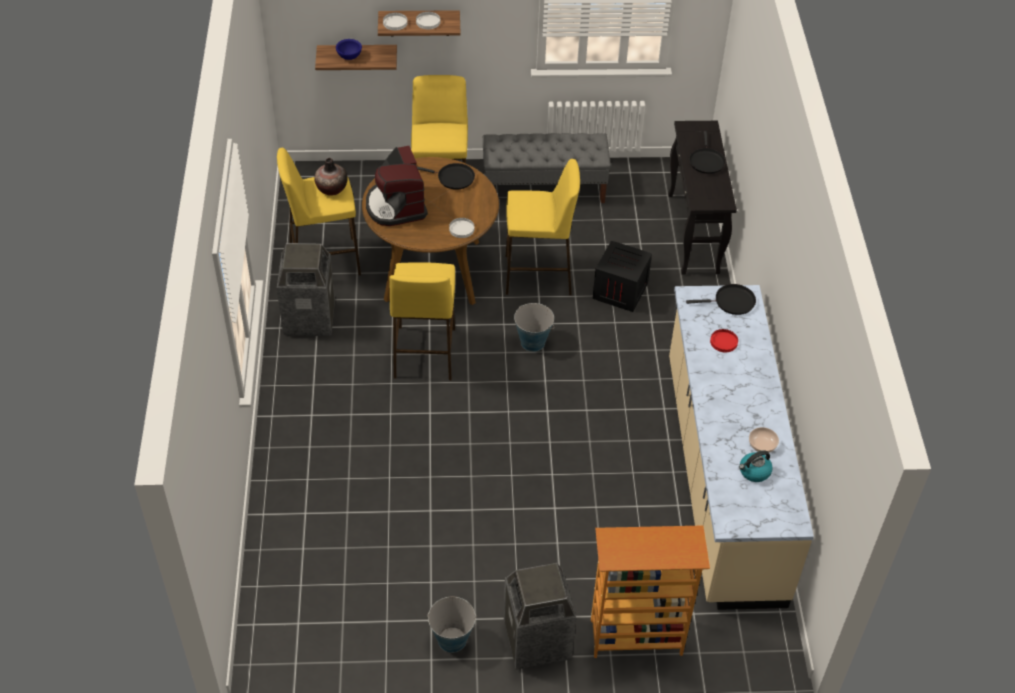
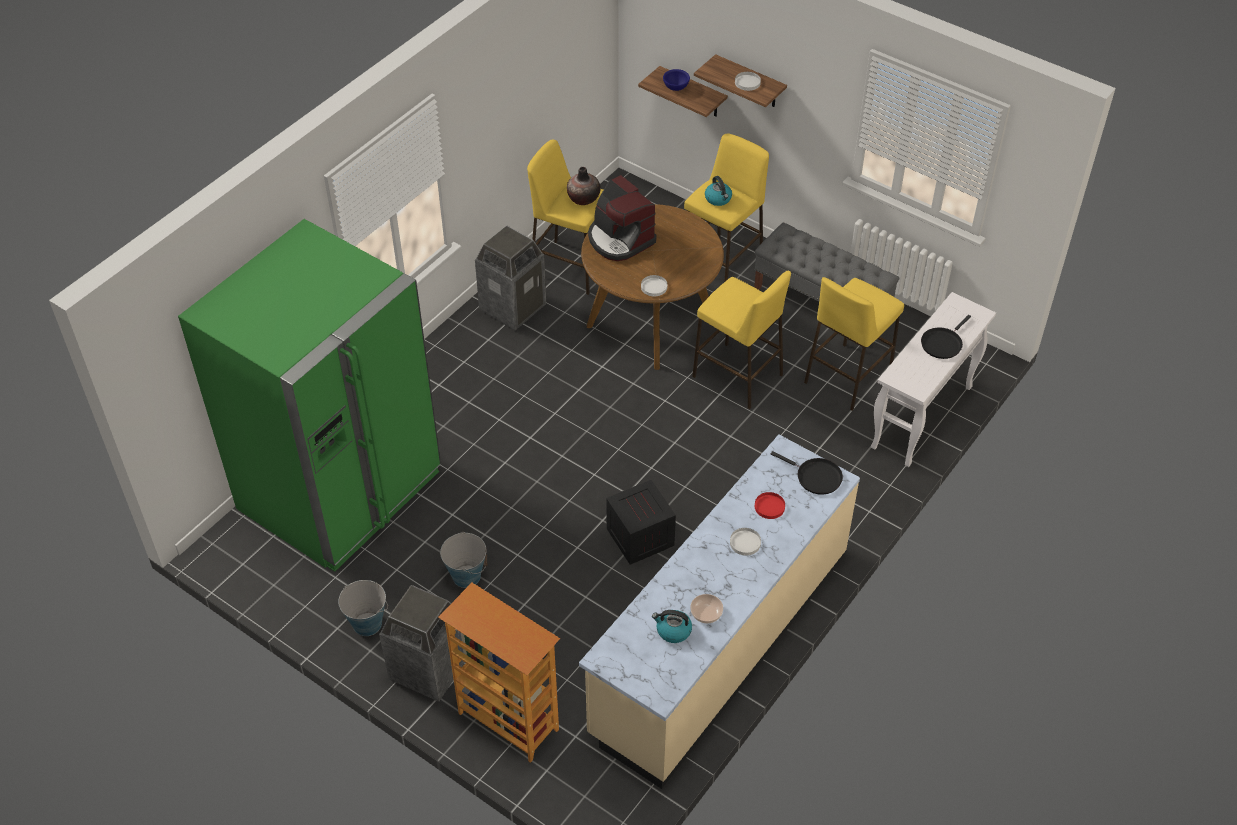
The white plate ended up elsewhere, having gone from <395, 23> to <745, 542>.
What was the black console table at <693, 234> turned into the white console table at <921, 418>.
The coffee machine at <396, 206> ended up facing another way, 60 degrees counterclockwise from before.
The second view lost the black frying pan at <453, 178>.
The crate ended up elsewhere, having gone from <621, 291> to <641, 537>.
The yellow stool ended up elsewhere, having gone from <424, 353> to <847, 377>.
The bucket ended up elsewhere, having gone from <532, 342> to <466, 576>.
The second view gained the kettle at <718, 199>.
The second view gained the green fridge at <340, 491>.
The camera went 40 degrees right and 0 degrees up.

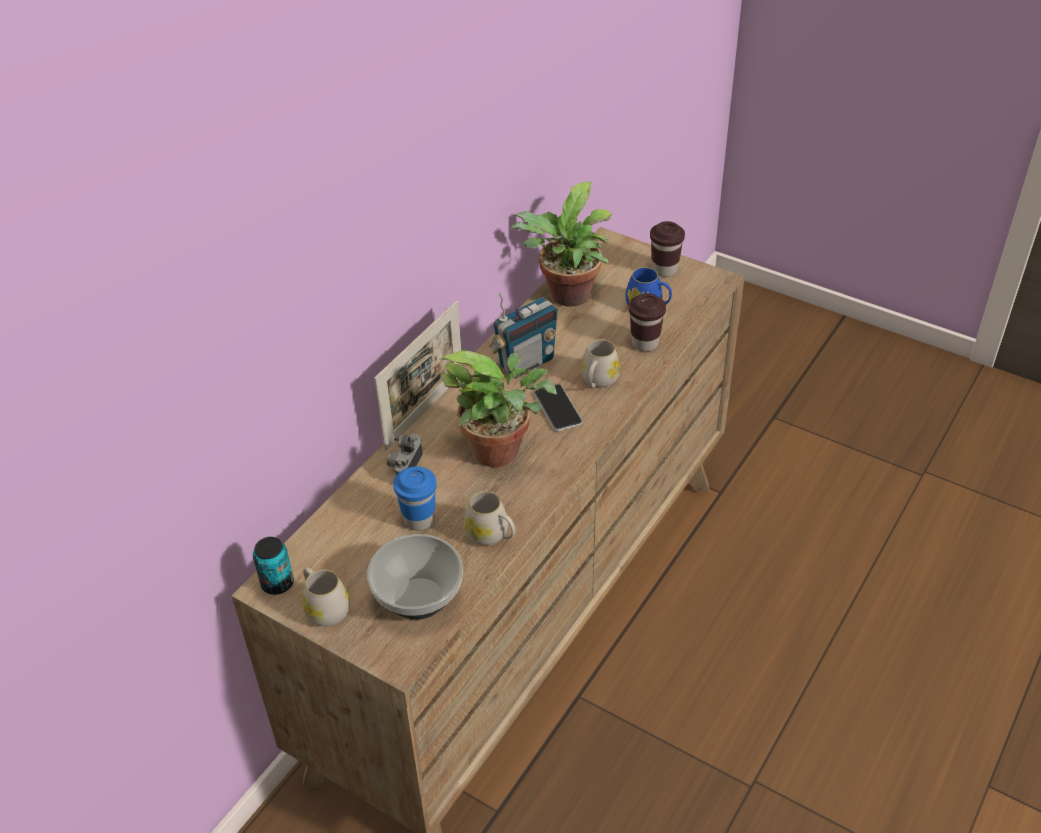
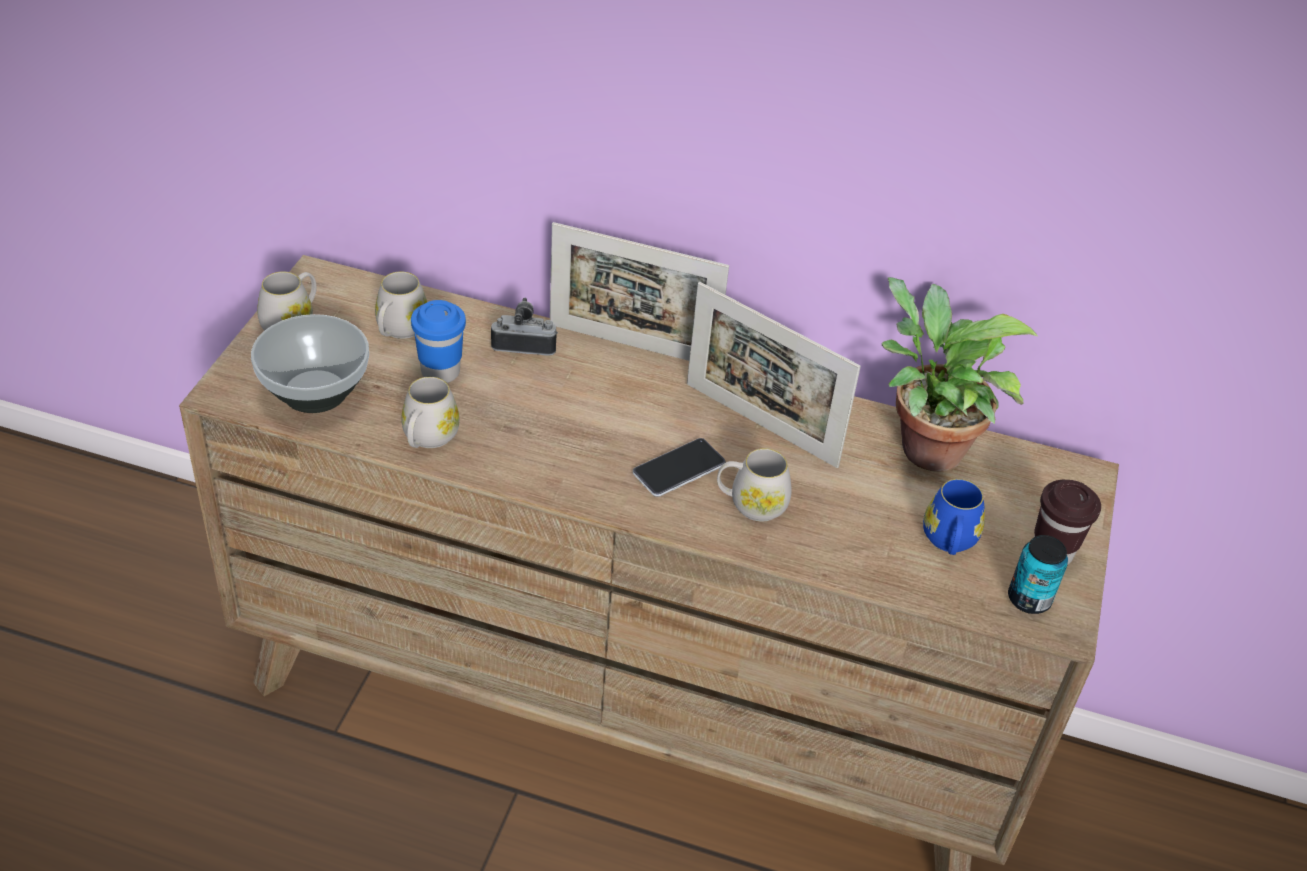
Where the radio stood at <526, 363>, the picture frame came to stand at <760, 424>.
The second view lost the brown cup at <645, 343>.
The second view lost the potted plant at <502, 452>.
The can ended up elsewhere, having gone from <277, 583> to <1029, 599>.
The second view gained the white mug at <399, 330>.
The camera went 70 degrees right and 0 degrees up.

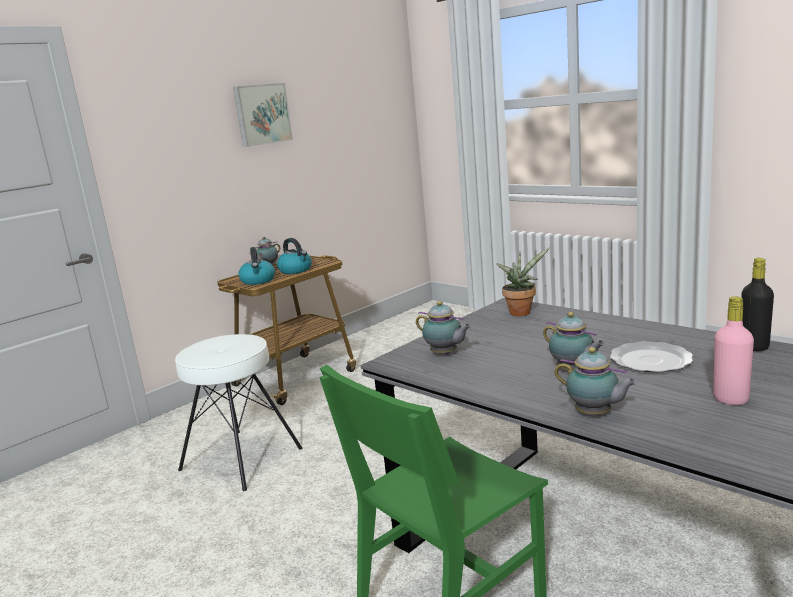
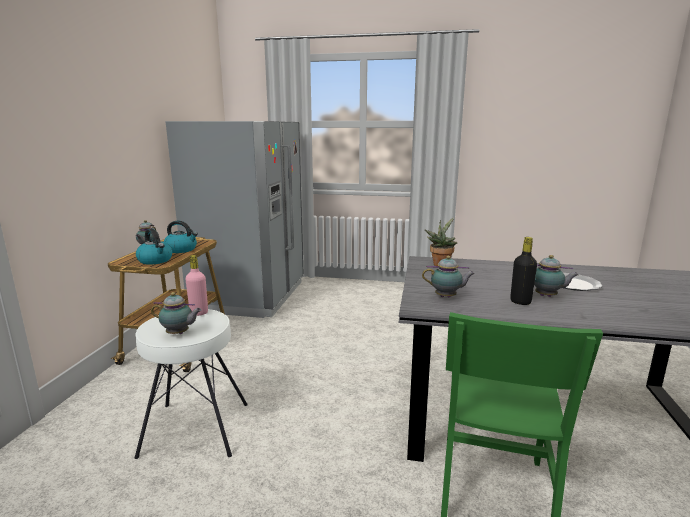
The second view lost the picture at <262, 114>.
The black bottle ended up elsewhere, having gone from <754, 347> to <520, 302>.
The pink bottle ended up elsewhere, having gone from <730, 399> to <199, 313>.
The teapot ended up elsewhere, having gone from <595, 414> to <179, 334>.
The second view gained the grey fridge at <250, 296>.
The camera went 35 degrees left and 0 degrees up.

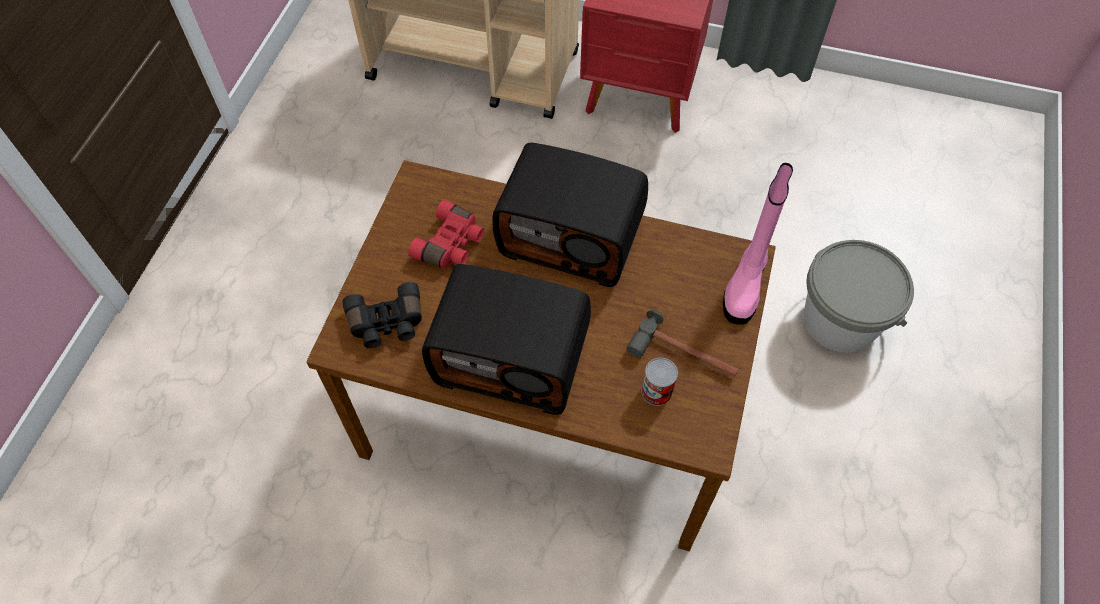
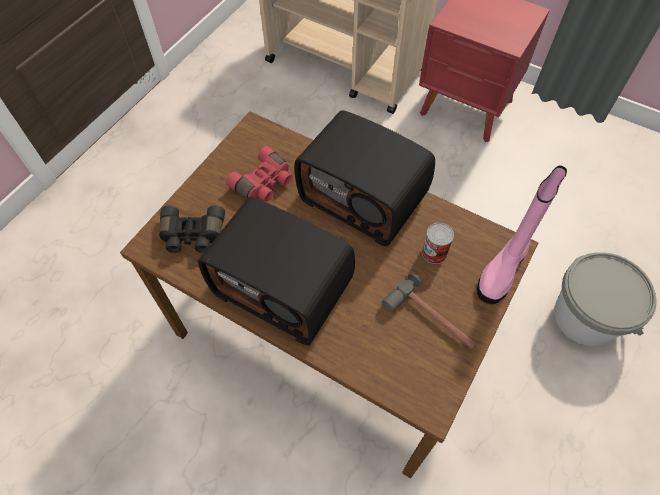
The can ended up elsewhere, having gone from <656, 391> to <434, 252>.
The camera went 15 degrees right and 0 degrees up.

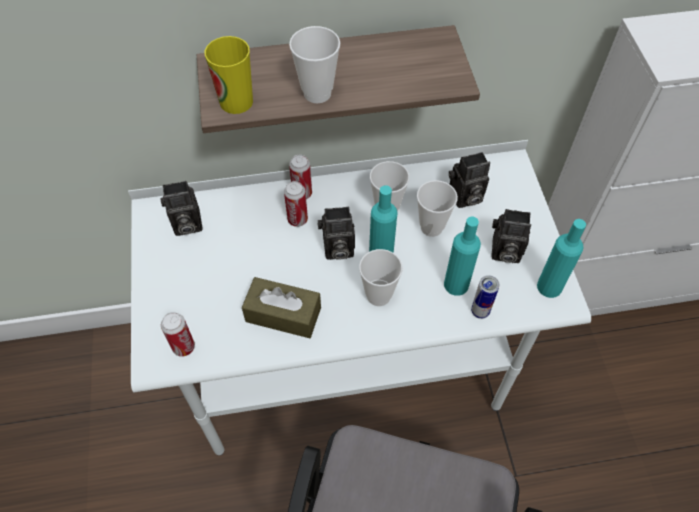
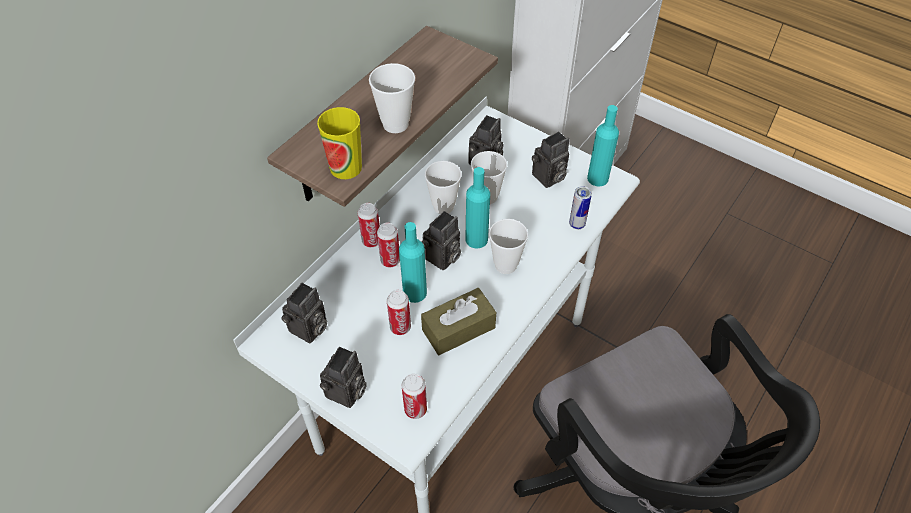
The turquoise bottle ended up elsewhere, having gone from <456, 284> to <414, 292>.
The second view gained the can at <400, 327>.
The second view gained the photo camera at <346, 393>.
The camera went 45 degrees left and 5 degrees down.

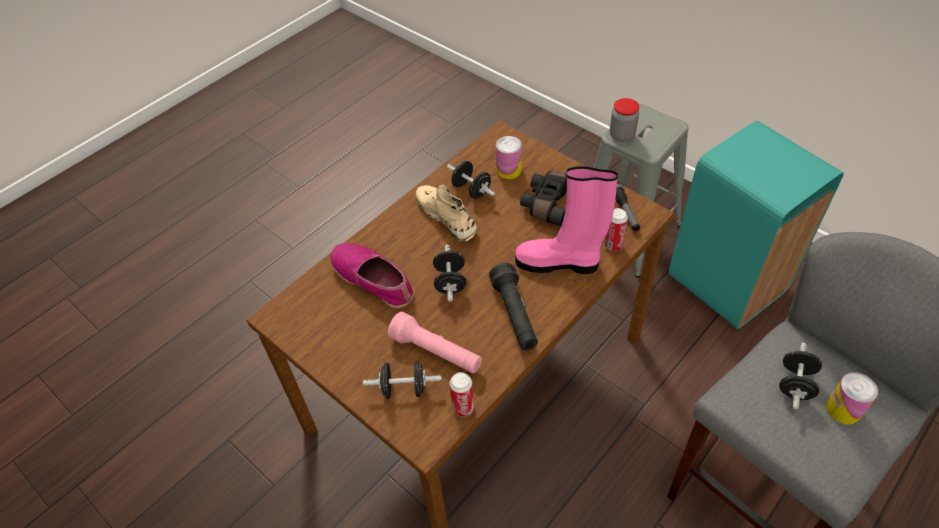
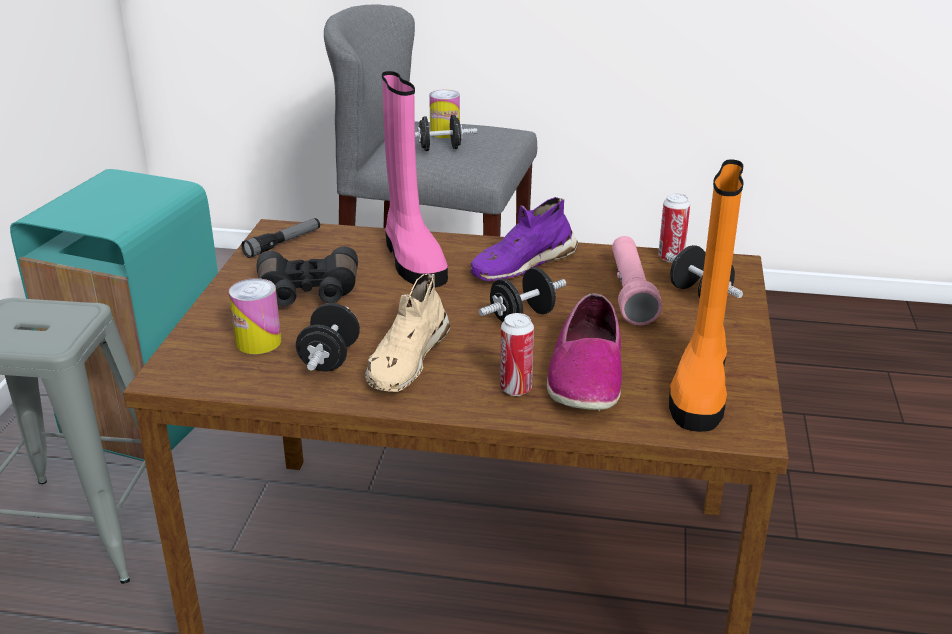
The second view lost the jar at <622, 135>.
The can ended up elsewhere, having gone from <613, 245> to <516, 389>.
Where the black flashlight stood at <515, 315>, the purple shoe came to stand at <521, 264>.
The second view gained the orange boot at <700, 387>.
The camera went 125 degrees left and 20 degrees down.

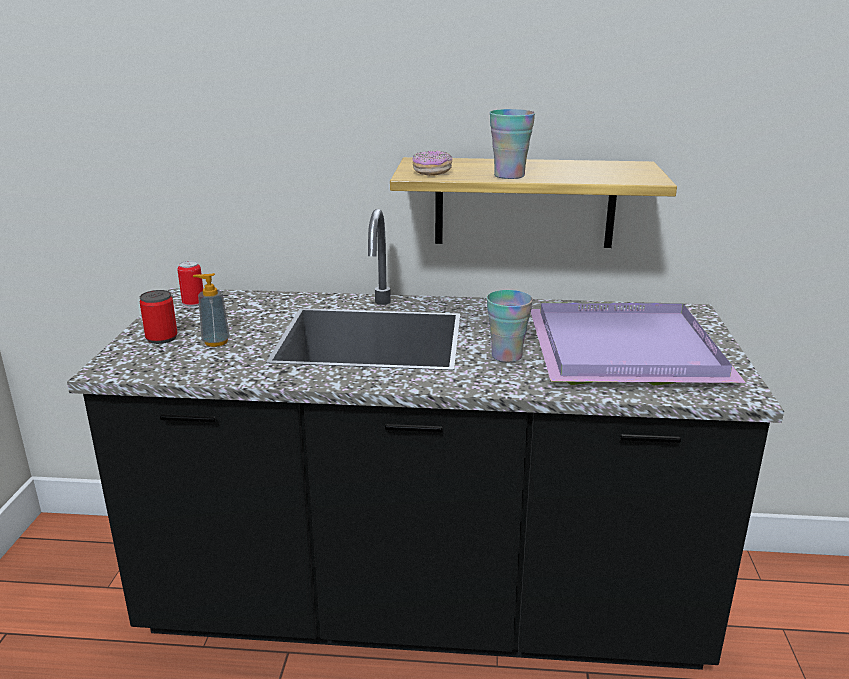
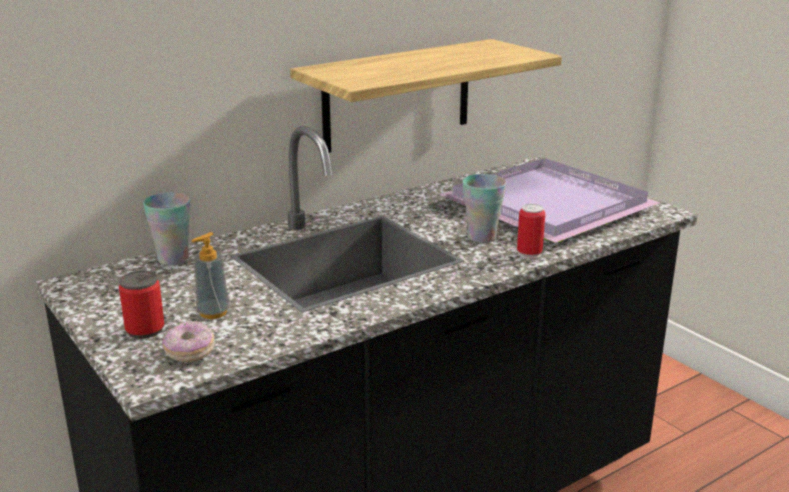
The cup ended up elsewhere, having gone from <509, 176> to <173, 259>.
The donut ended up elsewhere, having gone from <432, 172> to <189, 352>.
The can ended up elsewhere, having gone from <193, 304> to <529, 253>.
The camera went 40 degrees left and 0 degrees up.

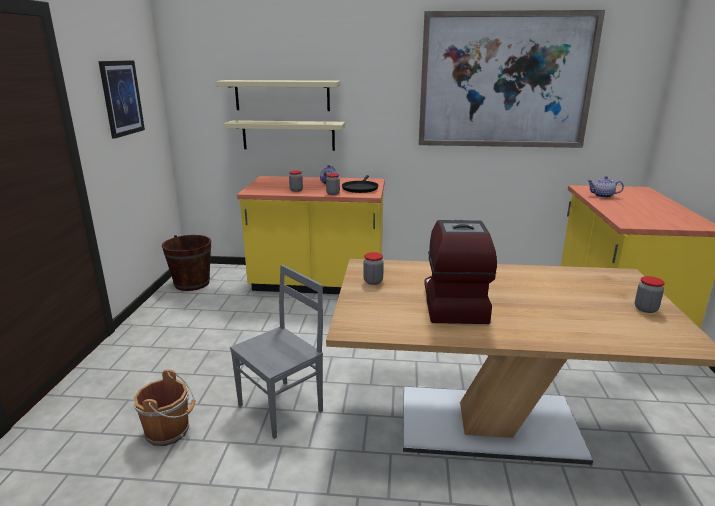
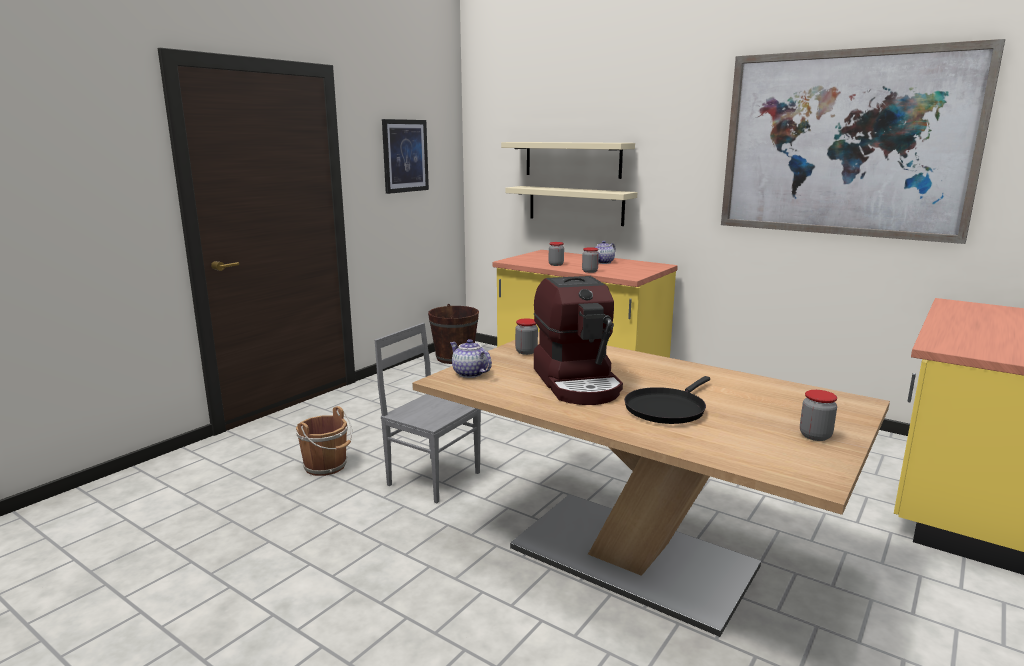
The black frying pan ended up elsewhere, having gone from <360, 188> to <666, 408>.
The teapot ended up elsewhere, having gone from <602, 196> to <469, 374>.
The coffee machine at <453, 303> ended up facing another way, 135 degrees clockwise from before.
The grey chair at <282, 408> ended up facing another way, 135 degrees counterclockwise from before.
The camera went 30 degrees right and 5 degrees down.

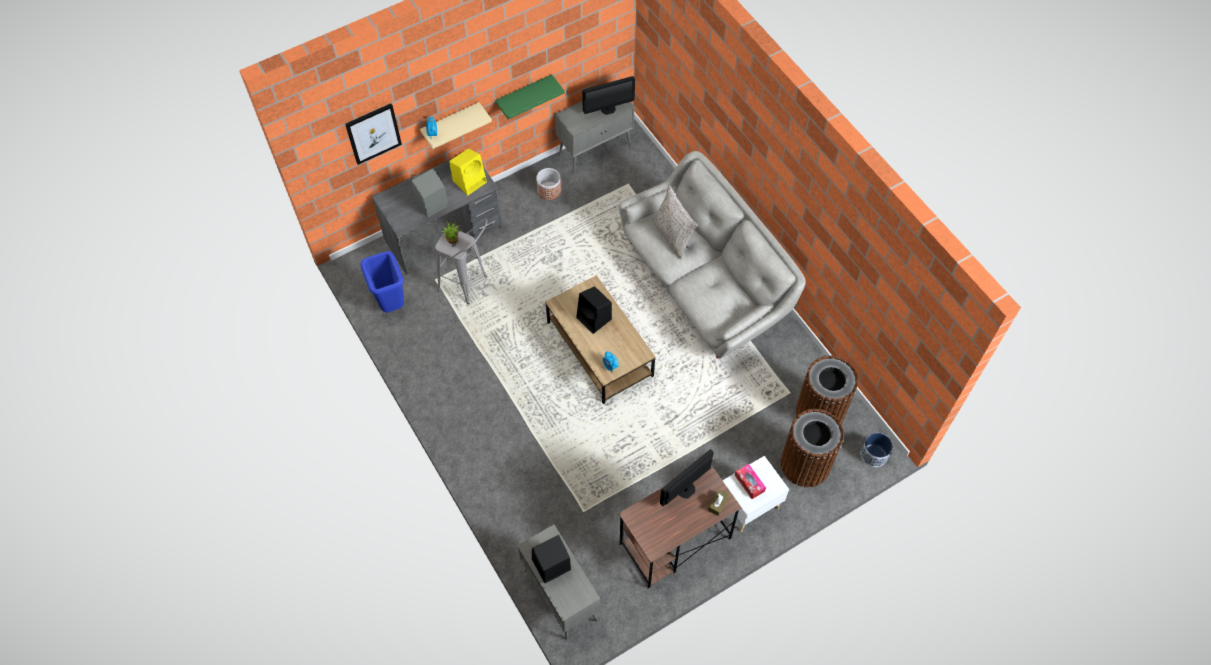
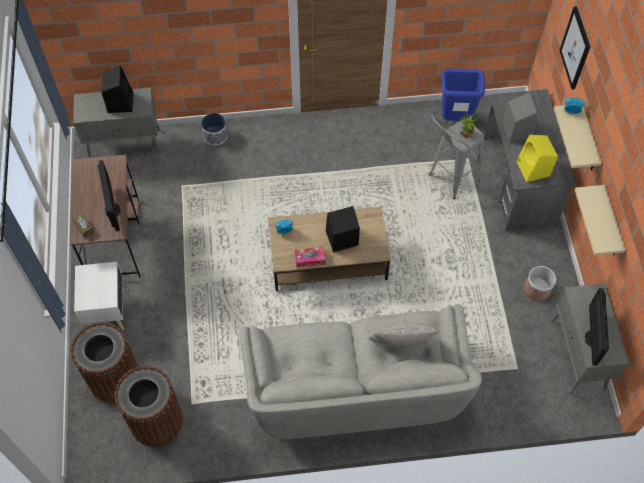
What was the green shelf at <524, 95> turned into the beige shelf at <611, 224>.
The planter ended up elsewhere, having gone from <873, 455> to <215, 135>.
The tissue box ended up elsewhere, having gone from <749, 483> to <310, 259>.
The camera went 115 degrees right and 0 degrees up.

